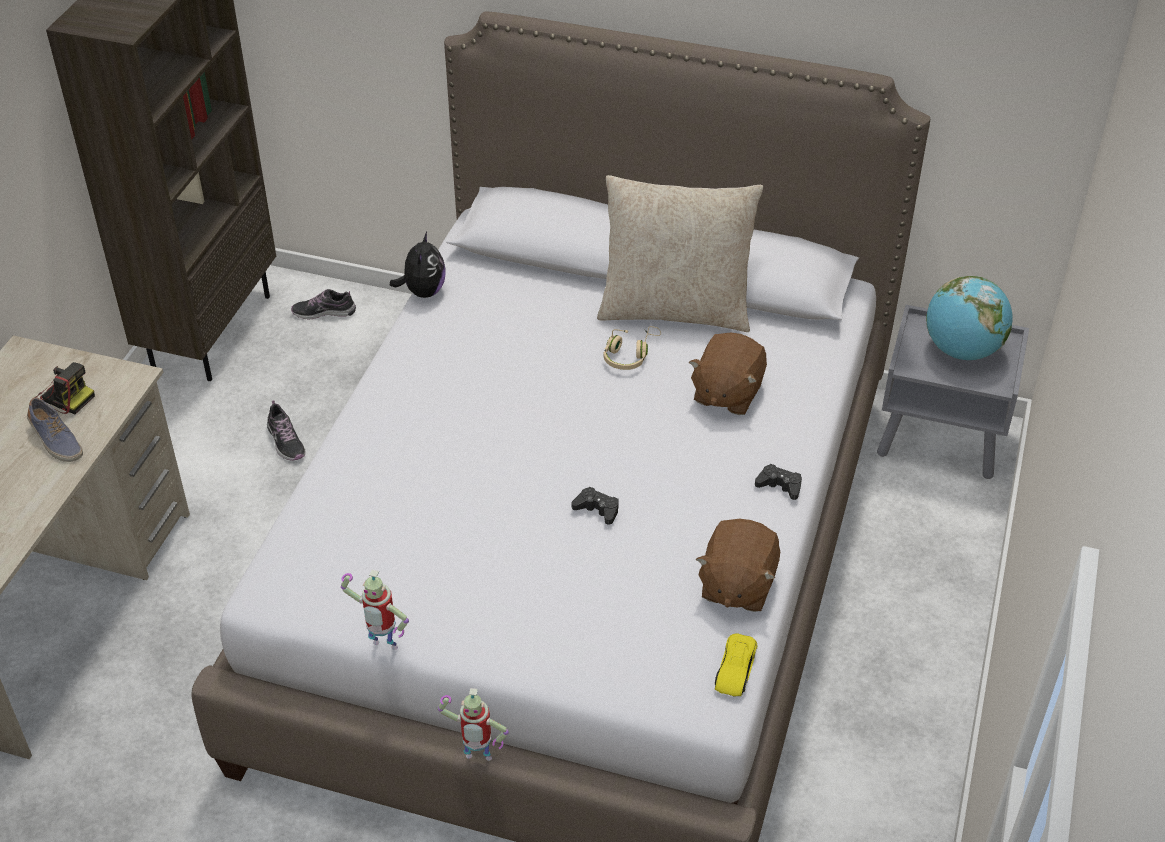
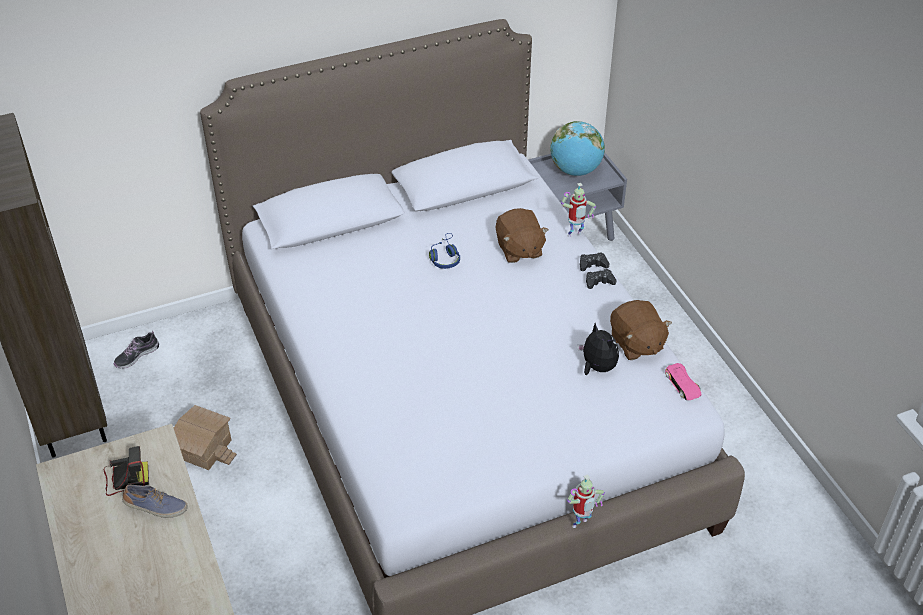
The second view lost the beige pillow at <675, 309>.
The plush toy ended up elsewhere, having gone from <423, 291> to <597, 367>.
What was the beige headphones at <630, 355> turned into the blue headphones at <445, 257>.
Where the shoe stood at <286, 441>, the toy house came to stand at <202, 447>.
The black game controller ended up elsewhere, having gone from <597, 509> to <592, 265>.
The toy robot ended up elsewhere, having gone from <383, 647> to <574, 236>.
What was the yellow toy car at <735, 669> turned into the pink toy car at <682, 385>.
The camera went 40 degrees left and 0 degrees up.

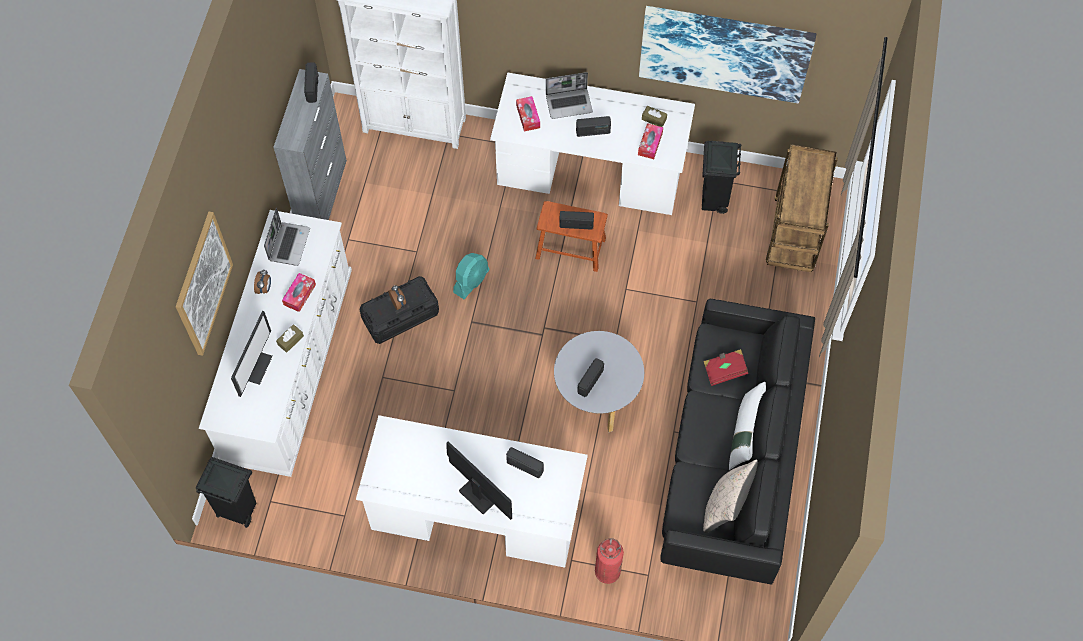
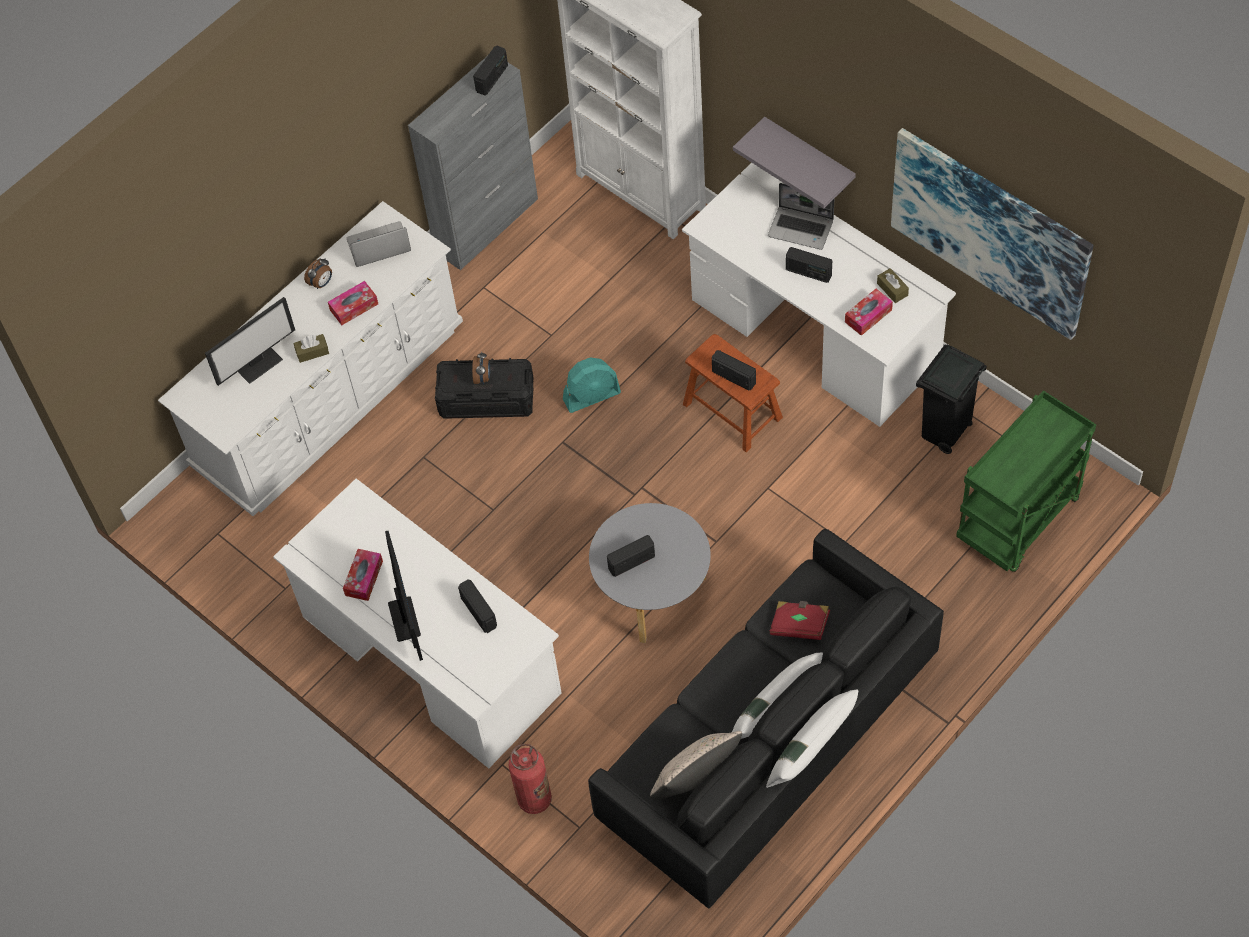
The tissue box ended up elsewhere, having gone from <528, 116> to <364, 578>.
What was the brown cart at <794, 237> turned into the green cart at <1018, 521>.
The laptop at <288, 244> ended up facing another way, 150 degrees counterclockwise from before.
The second view lost the picture at <203, 284>.
The second view lost the black trash can at <237, 510>.
The second view gained the grey shelf at <809, 157>.
The second view gained the white pillow at <811, 751>.
The camera went 35 degrees right and 5 degrees down.

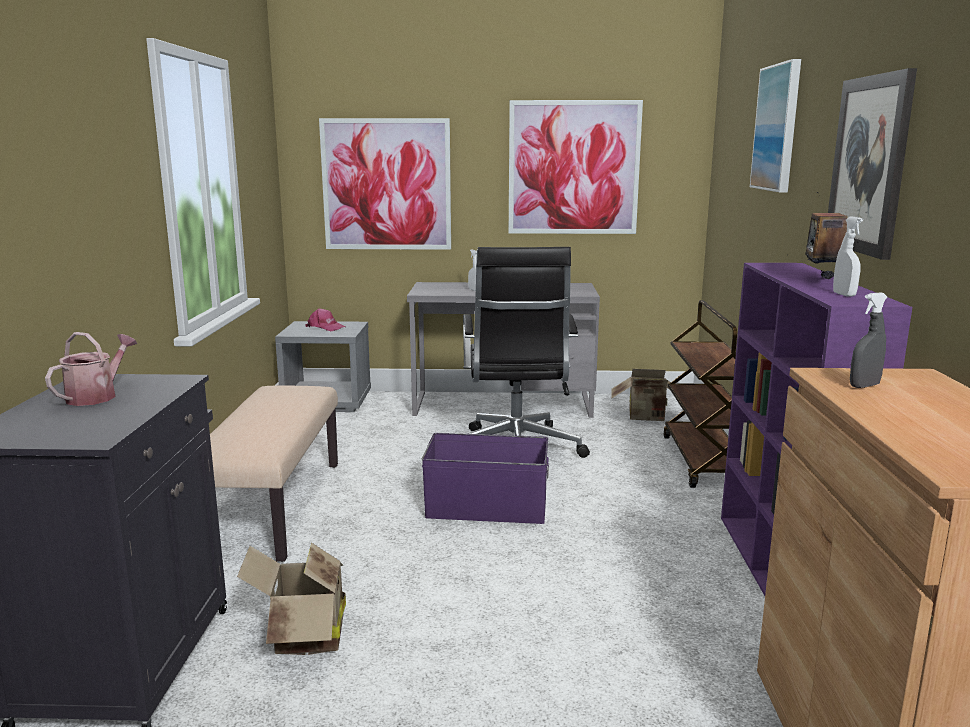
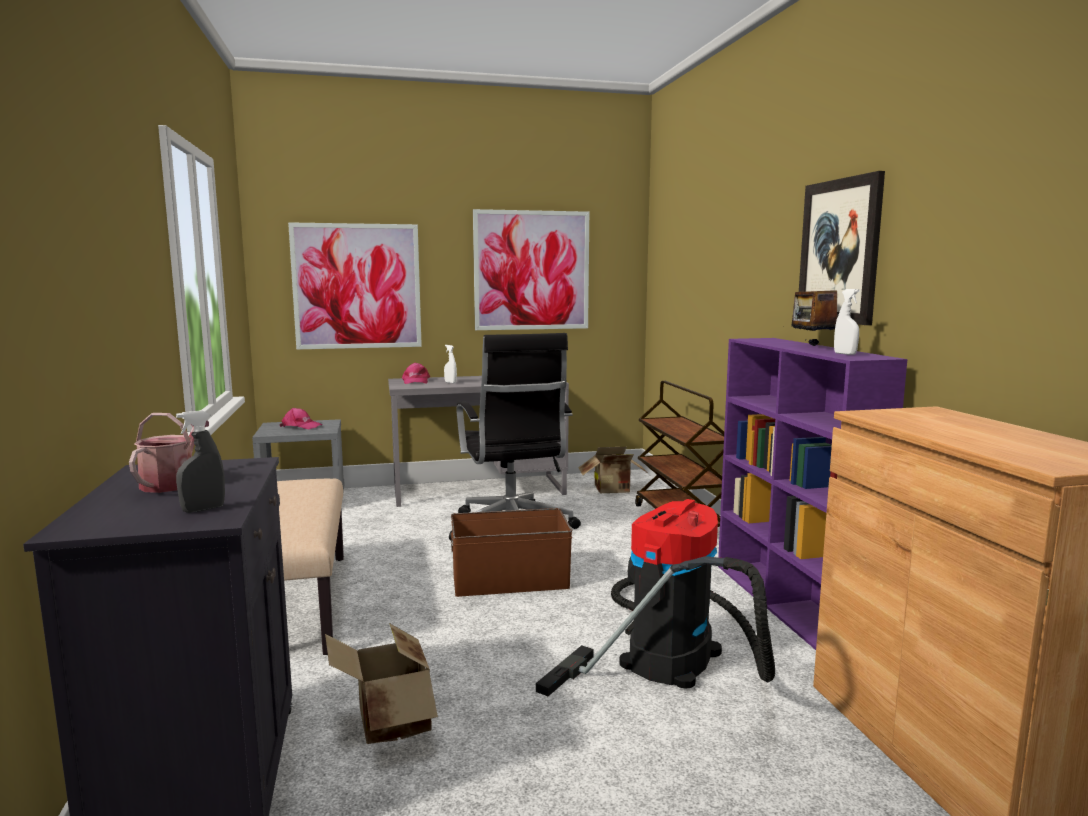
The second view lost the picture at <777, 128>.
The grey spray bottle ended up elsewhere, having gone from <864, 386> to <203, 509>.
What was the purple storage box at <487, 508> turned into the brown storage box at <511, 581>.
The second view gained the pink cap at <415, 381>.
The second view gained the vacuum cleaner at <672, 653>.
The camera went 15 degrees left and 5 degrees down.

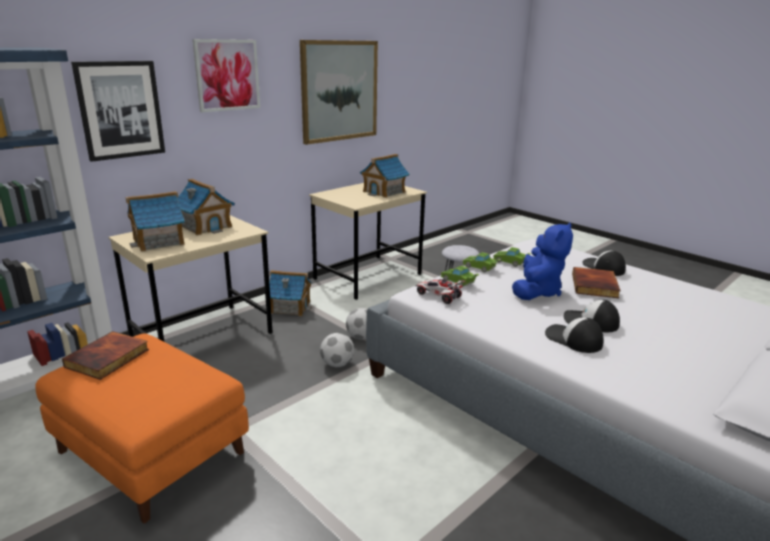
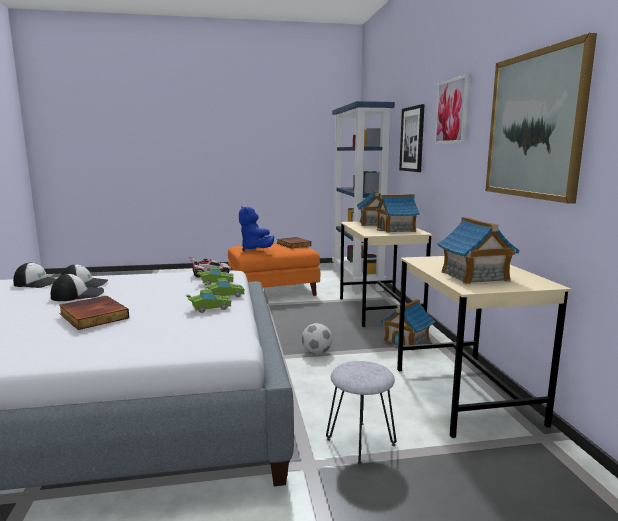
The blue plush toy ended up elsewhere, having gone from <537, 291> to <255, 249>.
The cap ended up elsewhere, having gone from <603, 267> to <38, 283>.
The second view lost the football at <337, 364>.
The camera went 125 degrees right and 10 degrees down.

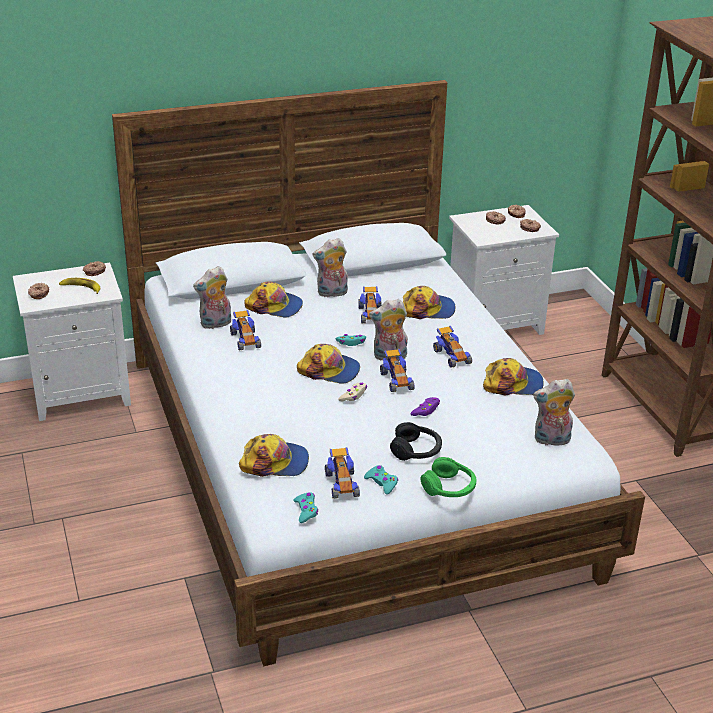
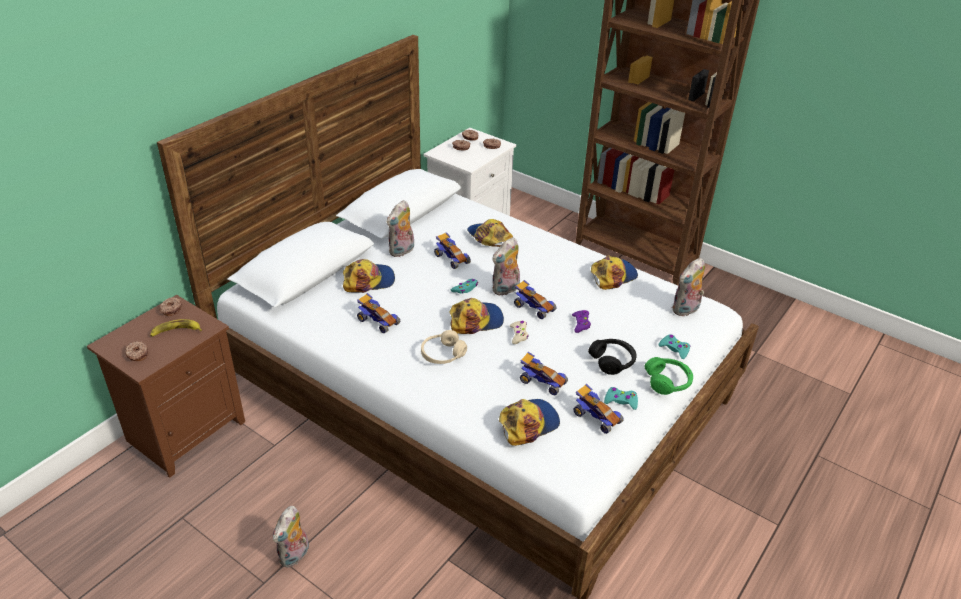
What was the white nightstand at <82, 392> turned into the brown nightstand at <186, 430>.
The plush toy ended up elsewhere, having gone from <215, 324> to <295, 556>.
The cap at <427, 309> ended up facing another way, 90 degrees counterclockwise from before.
The toy car ended up elsewhere, having gone from <451, 356> to <542, 381>.
The turquoise game controller ended up elsewhere, having gone from <306, 510> to <674, 349>.
The second view gained the beige headphones at <443, 354>.
The camera went 35 degrees left and 5 degrees up.

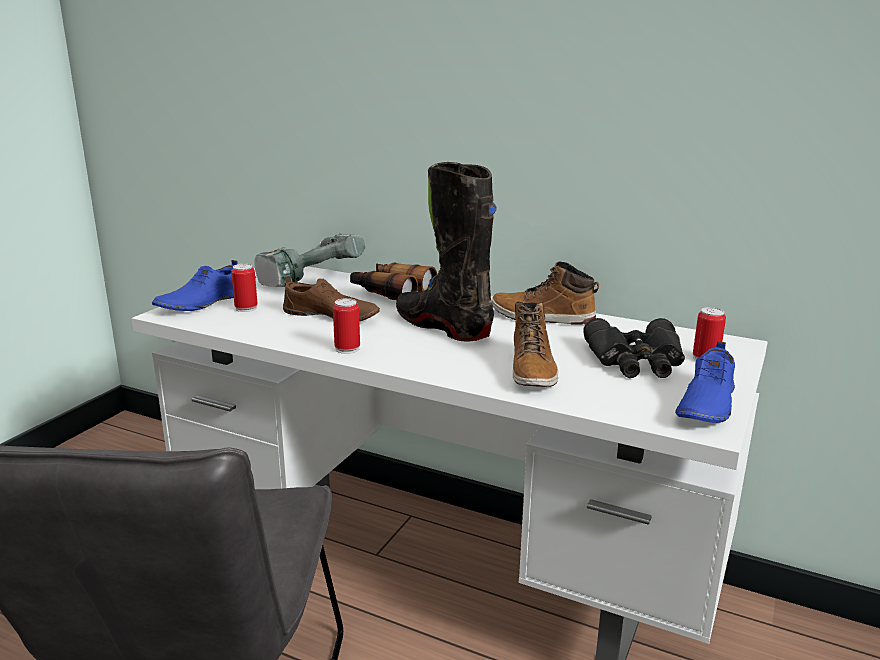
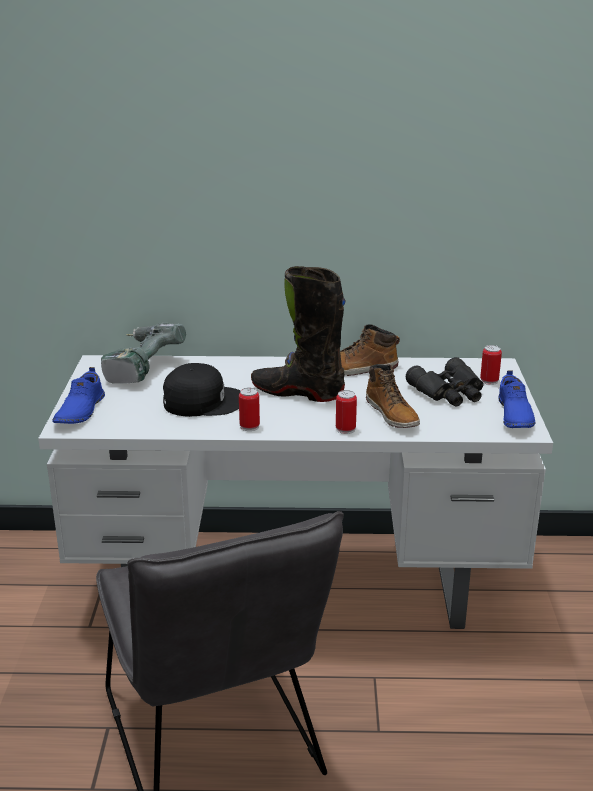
The second view lost the binoculars at <391, 292>.
The can ended up elsewhere, having gone from <246, 308> to <345, 429>.
Where the brown shoe stood at <331, 316>, the black cap came to stand at <203, 401>.
The camera went 25 degrees left and 5 degrees up.

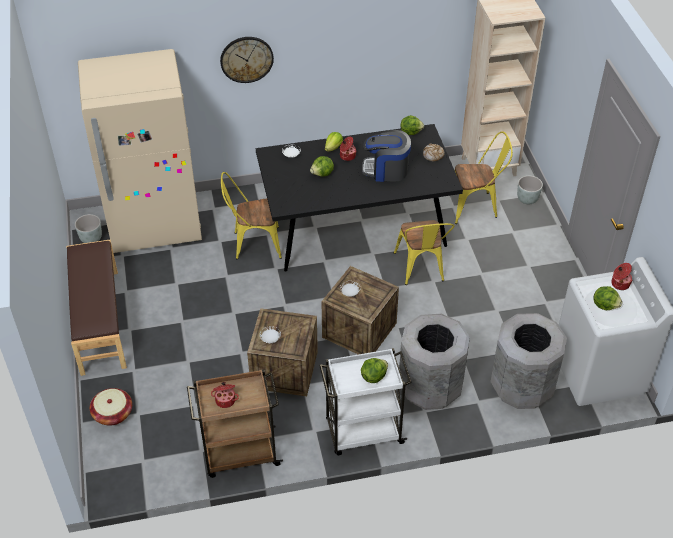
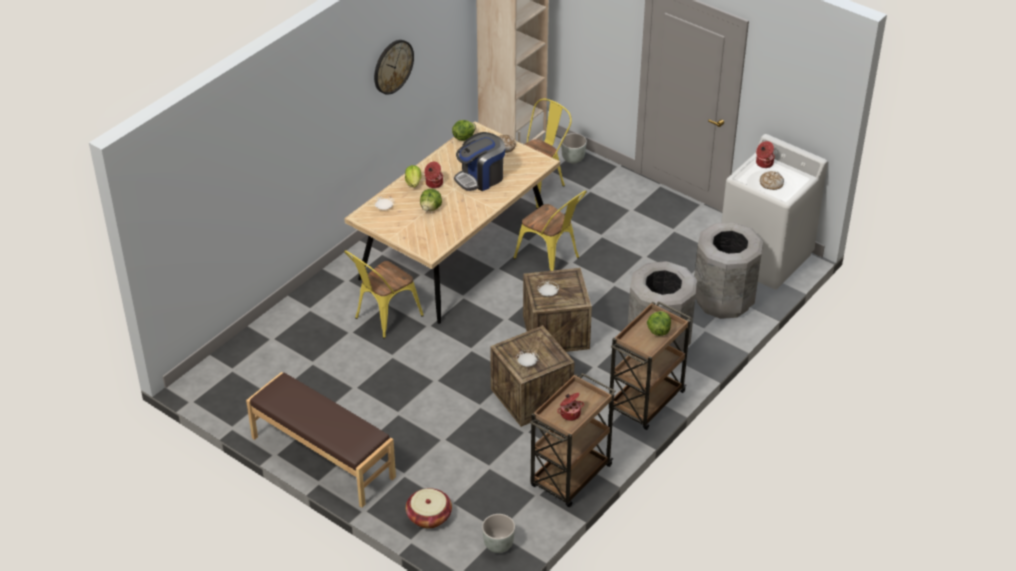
The wall clock ended up elsewhere, having gone from <246, 59> to <393, 66>.
The second view lost the beige fridge at <155, 225>.
What was the black dining table at <356, 225> turned into the beige dining table at <456, 253>.
The grey planter ended up elsewhere, having gone from <91, 239> to <498, 545>.
Where the lettuce stood at <605, 305>, the bread came to stand at <771, 183>.
What was the white cart at <363, 432> turned into the brown cart at <645, 402>.
The camera went 40 degrees left and 5 degrees down.

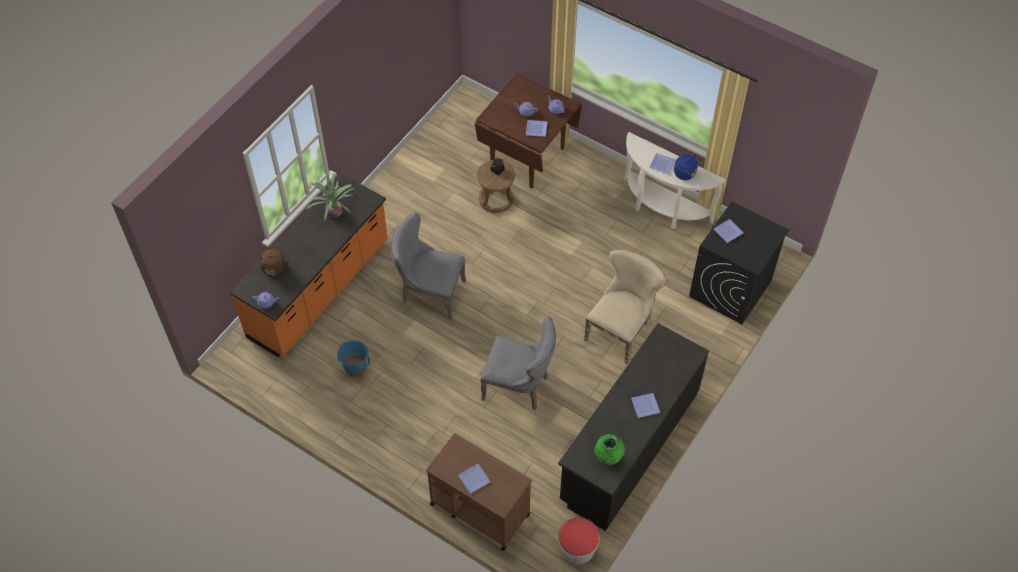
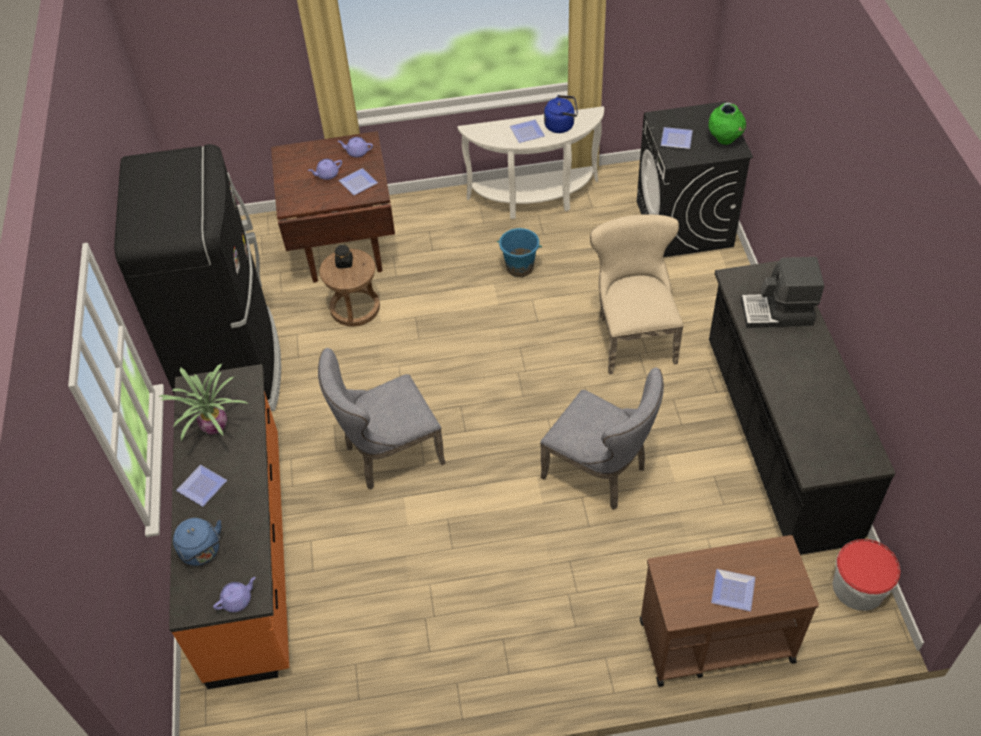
What was the brown kettle at <273, 269> turned into the blue kettle at <202, 552>.
The grey chair at <519, 387> ended up facing another way, 60 degrees clockwise from before.
The blue bucket ended up elsewhere, having gone from <355, 367> to <520, 267>.
The plate ended up elsewhere, having gone from <645, 407> to <202, 488>.
The green vase ended up elsewhere, having gone from <608, 457> to <724, 139>.
The second view gained the black fridge at <233, 366>.
The second view gained the coffee machine at <777, 313>.
The camera went 40 degrees left and 5 degrees down.

